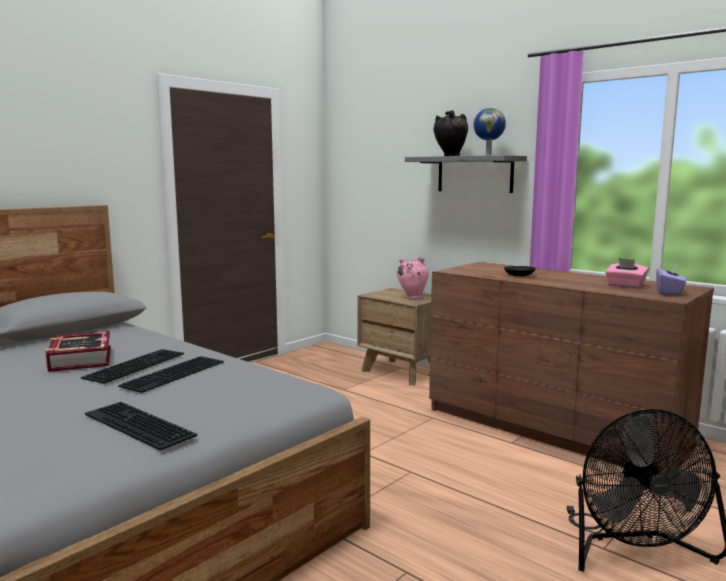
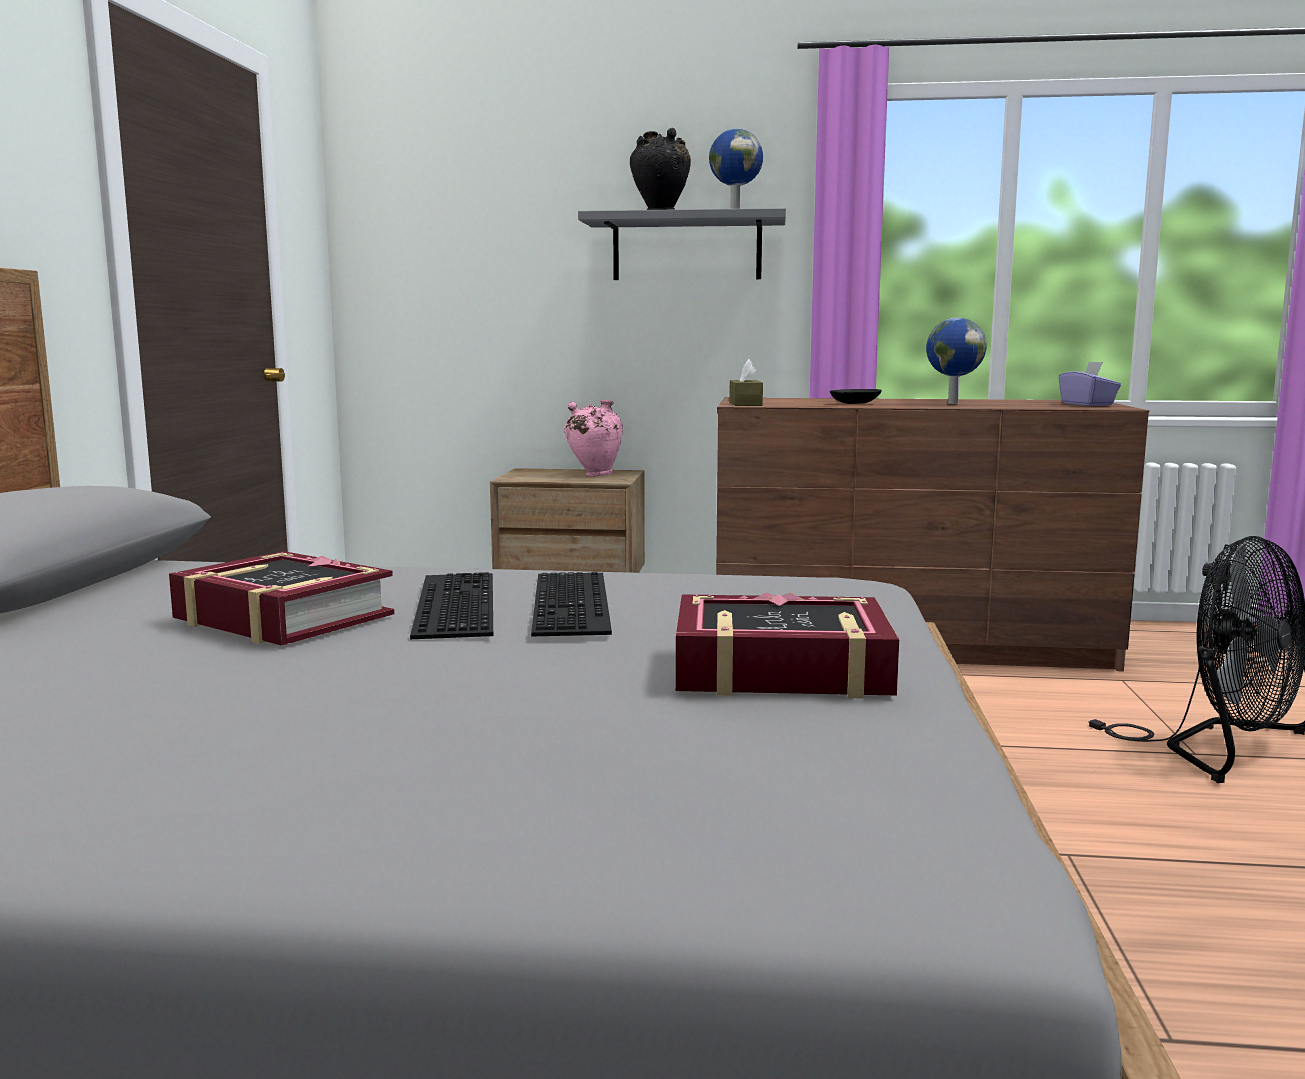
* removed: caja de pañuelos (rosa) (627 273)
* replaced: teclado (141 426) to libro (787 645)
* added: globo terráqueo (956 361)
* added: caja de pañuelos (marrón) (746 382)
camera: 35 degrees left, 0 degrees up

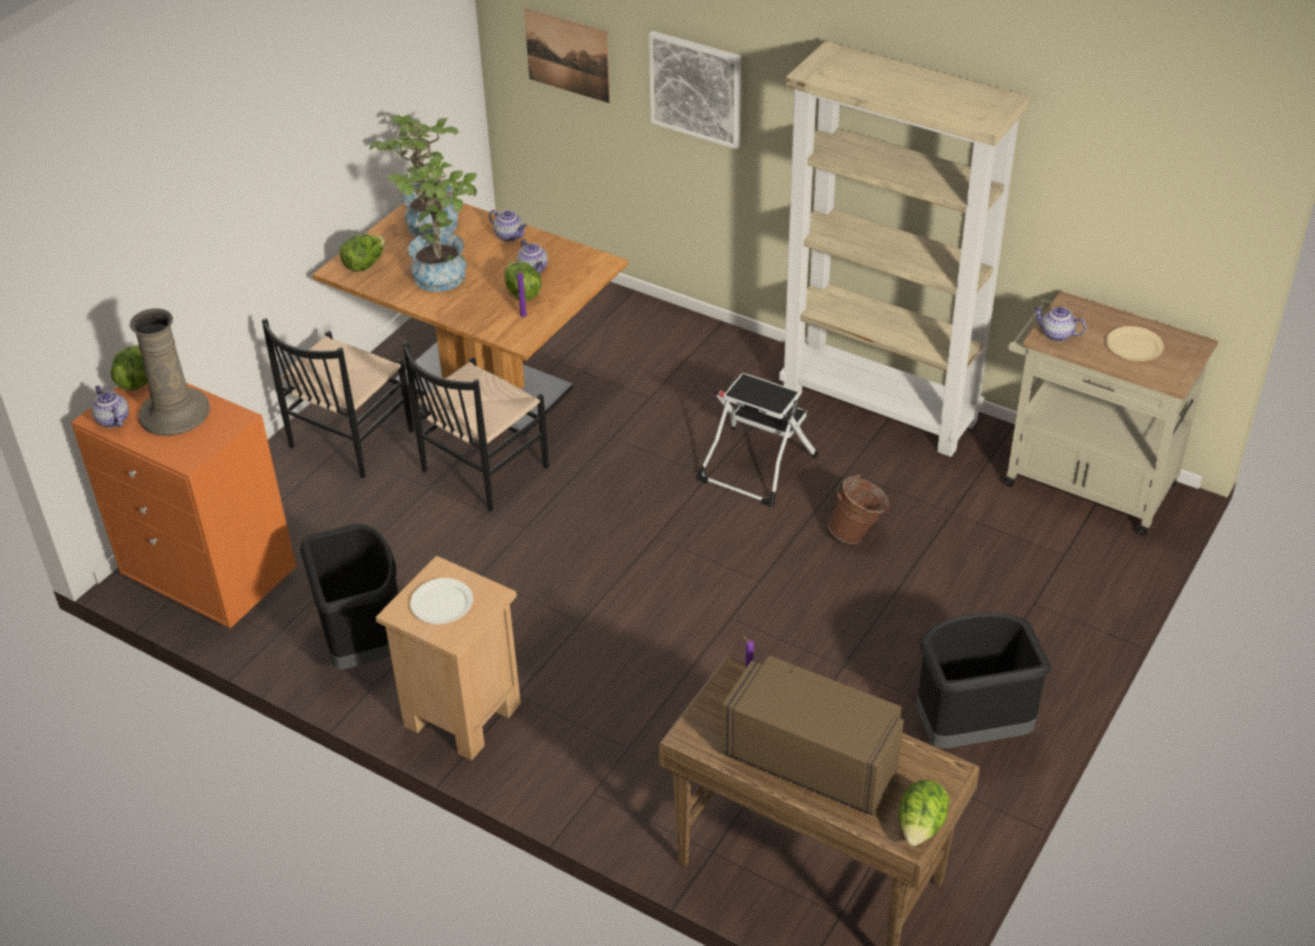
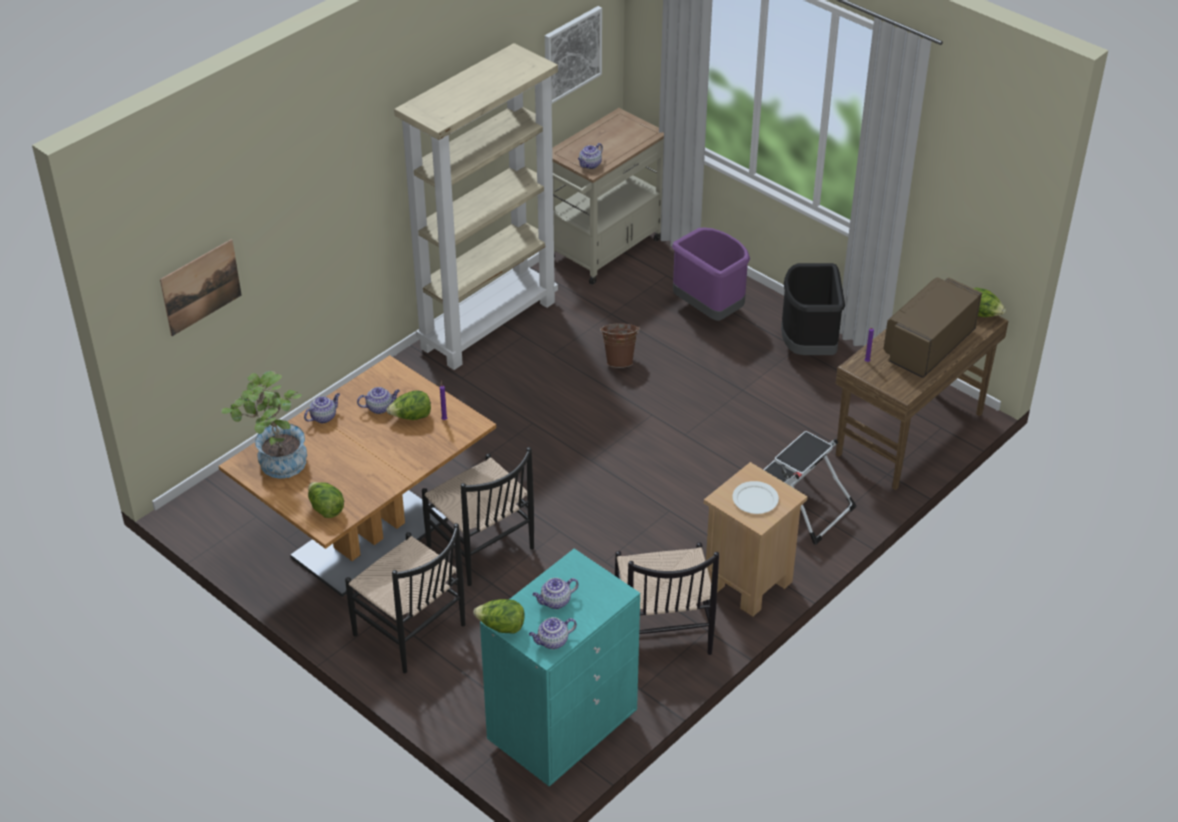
* moved: cuadro (695 90) to (573 55)
* removed: planta en maceta (432 224)
* replaced: florero (beis) (170 372) to tetera (555 593)
* removed: plato (beis) (1135 343)
* moved: escalera de tijera (757 440) to (810 488)
* recoloured: armario (naranja) (183 505) to armario (turquesa) (560 667)
* replaced: papelera (negro) (349 597) to silla (negro) (667 598)
* added: papelera (morado) (711 274)
camera: 80 degrees left, 0 degrees up

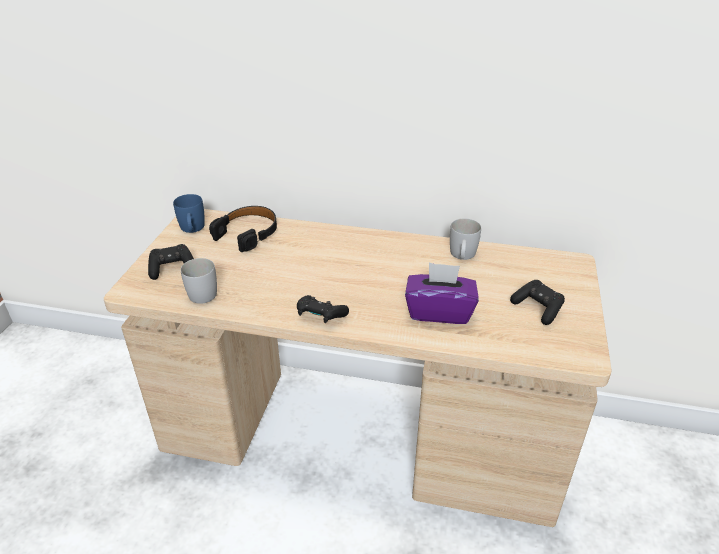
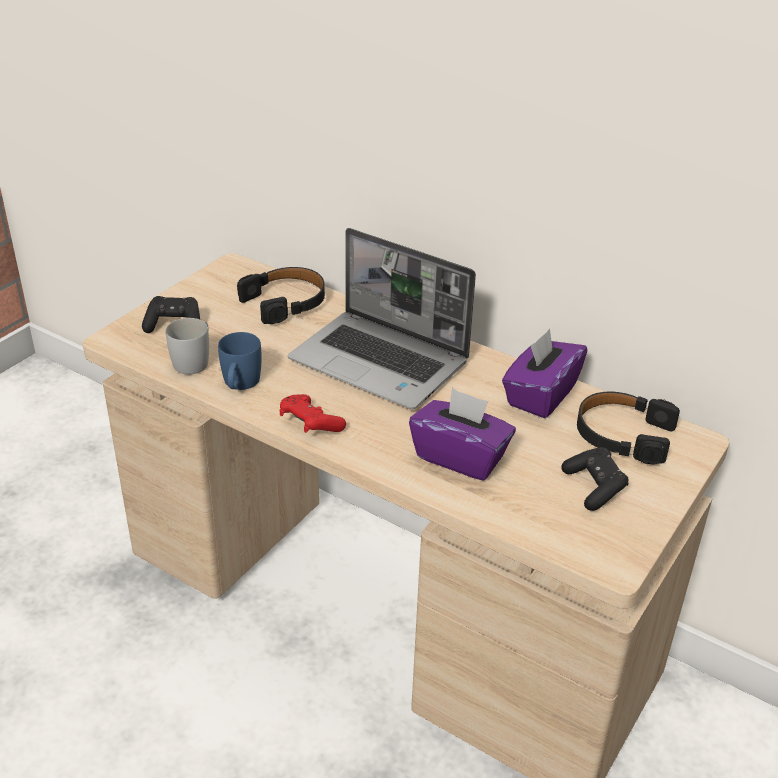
* moved: taza grande (azul) (189 213) to (240 361)
* replaced: taza grande (blanco) (465 239) to caja de pañuelos (morado) (545 373)
* recoloured: mando de consola (negro) (323 309) to mando de consola (rojo) (313 413)
* added: portátil (382 319)
* added: auriculares (negro) (628 428)
camera: 20 degrees right, 0 degrees up

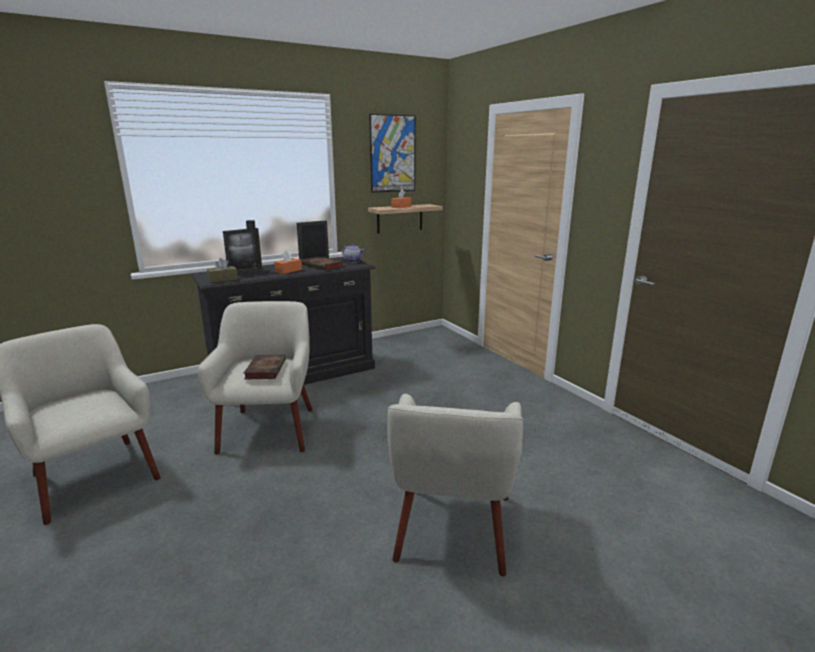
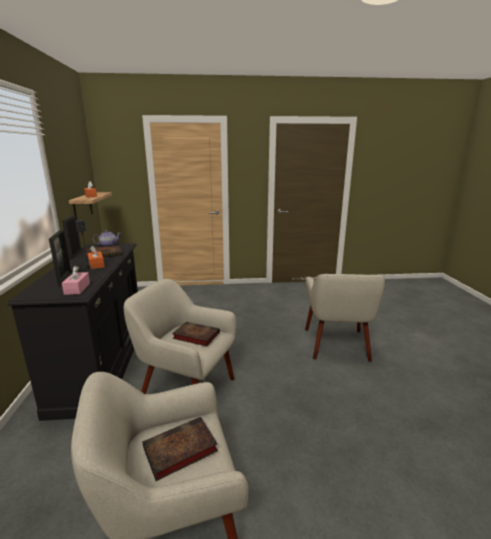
* removed: cuadro (392 153)
* recoloured: caja de pañuelos (marrón) (222 270) to caja de pañuelos (rosa) (76 280)
* turned: sillón (beis) (455 485) = (345 318) 60 degrees clockwise
* added: libro (180 449)
camera: 65 degrees left, 0 degrees up

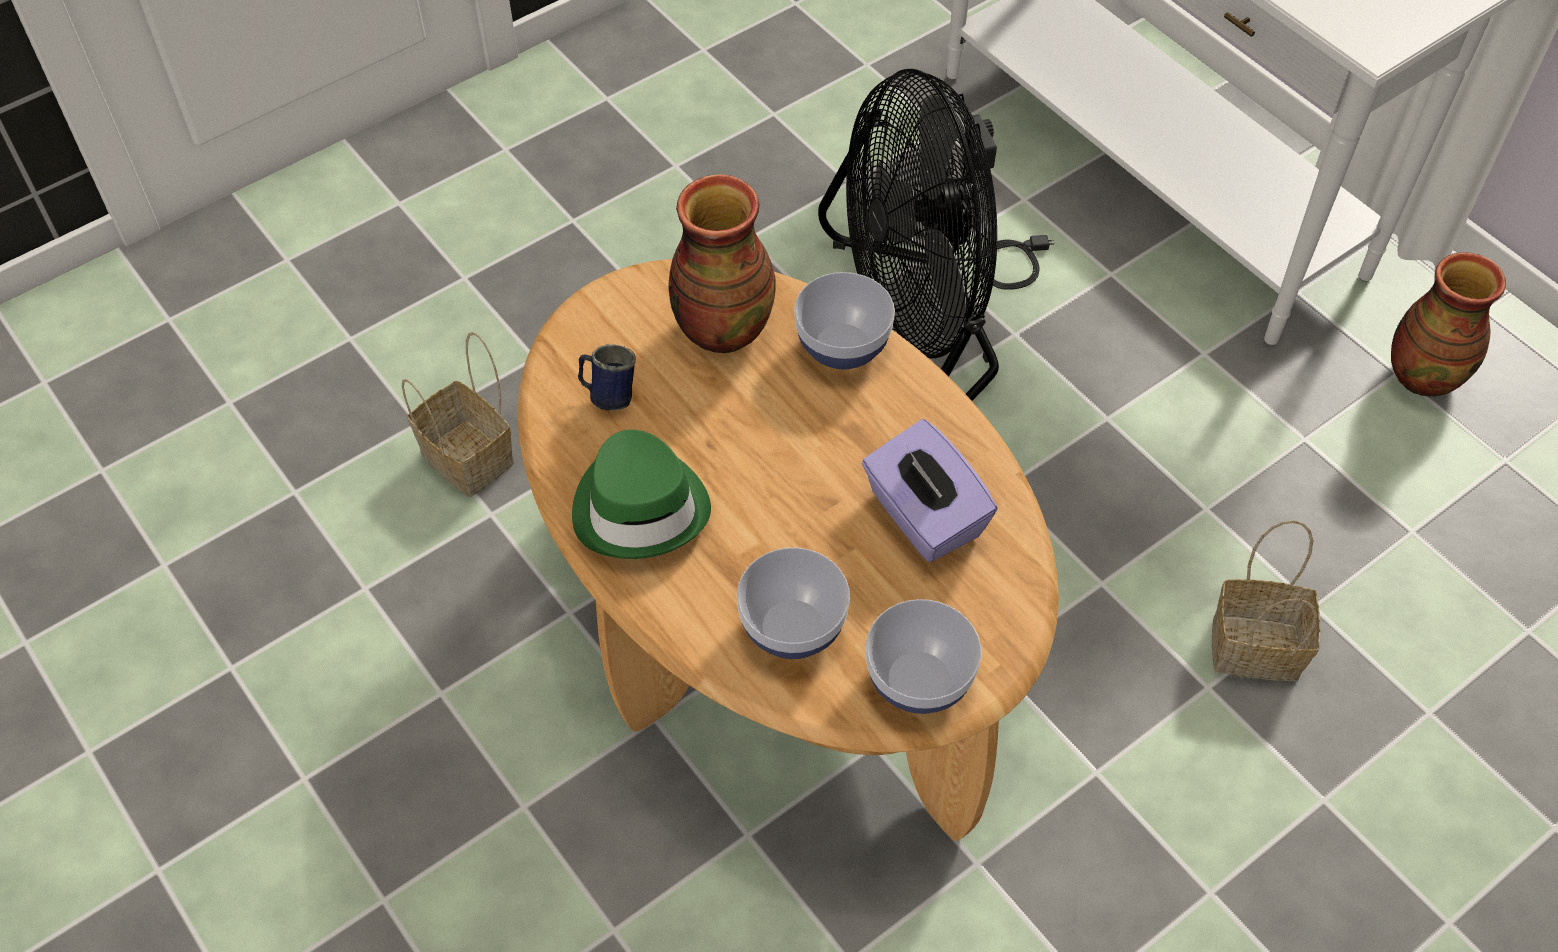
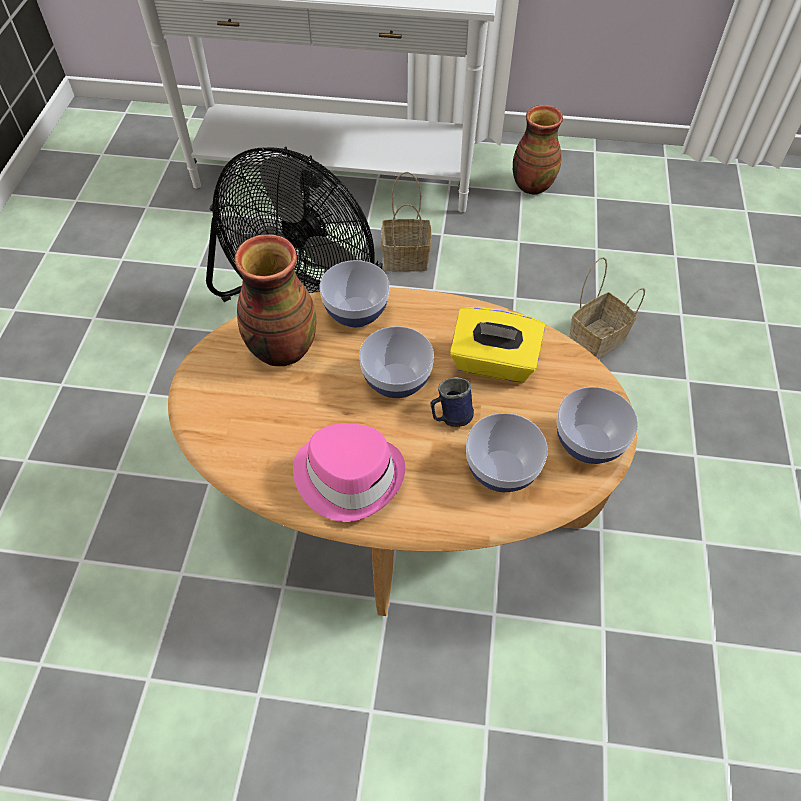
* moved: cesta (458 414) to (406 222)
* moved: taza grande (azul) (607 377) to (452 402)
* recoloured: caja de pañuelos (morado) (930 490) to caja de pañuelos (amarillo) (497 345)
* recoloured: sombrero (verde) (641 494) to sombrero (rosa) (349 472)
* added: cuenco (396 362)
camera: 45 degrees left, 0 degrees up

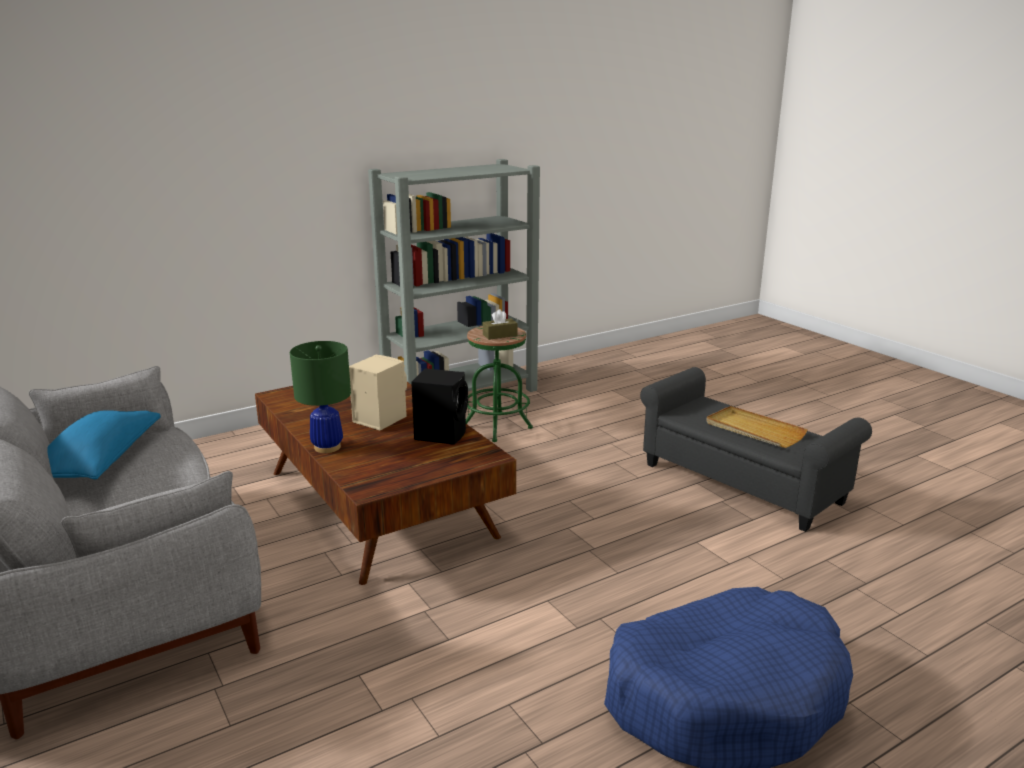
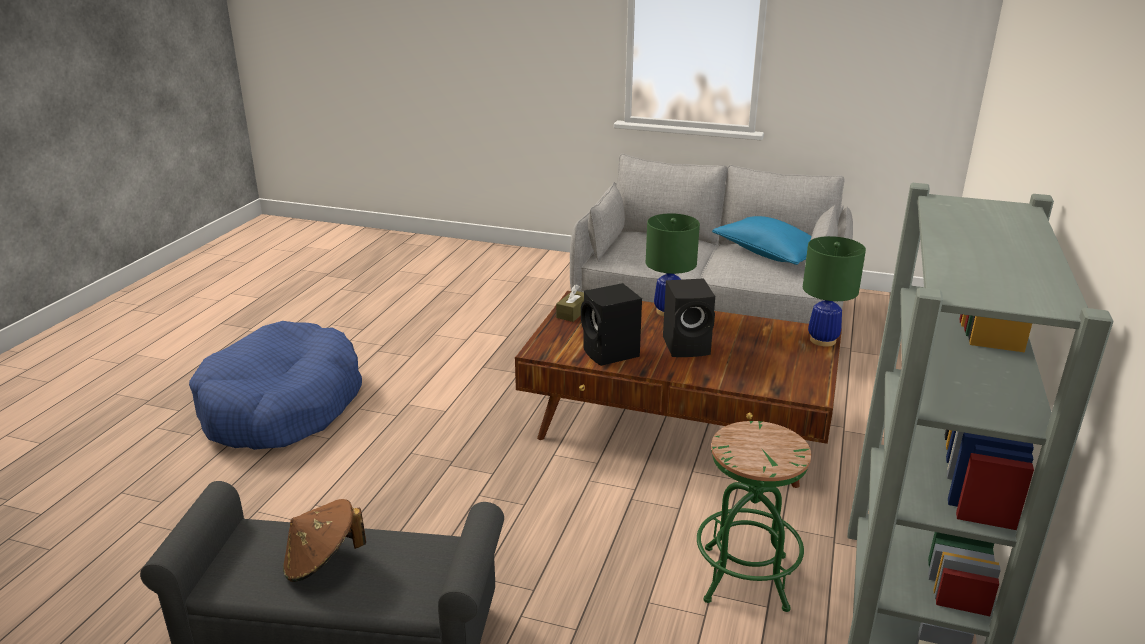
* moved: caja de pañuelos (marrón) (500 324) to (570 303)
* recoloured: altavoz (beis) (378 392) to altavoz (negro) (689 318)
* replaced: bandeja (beis) (757 427) to sombrero (marrón) (324 540)
* added: lámpara de mesa (verde) (834 291)
camera: 140 degrees right, 5 degrees up

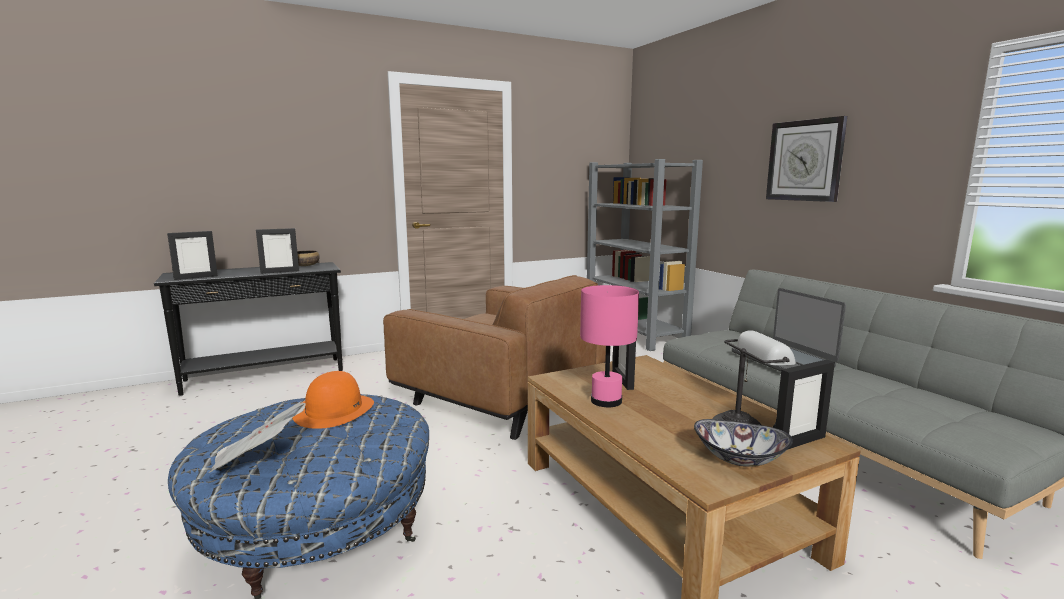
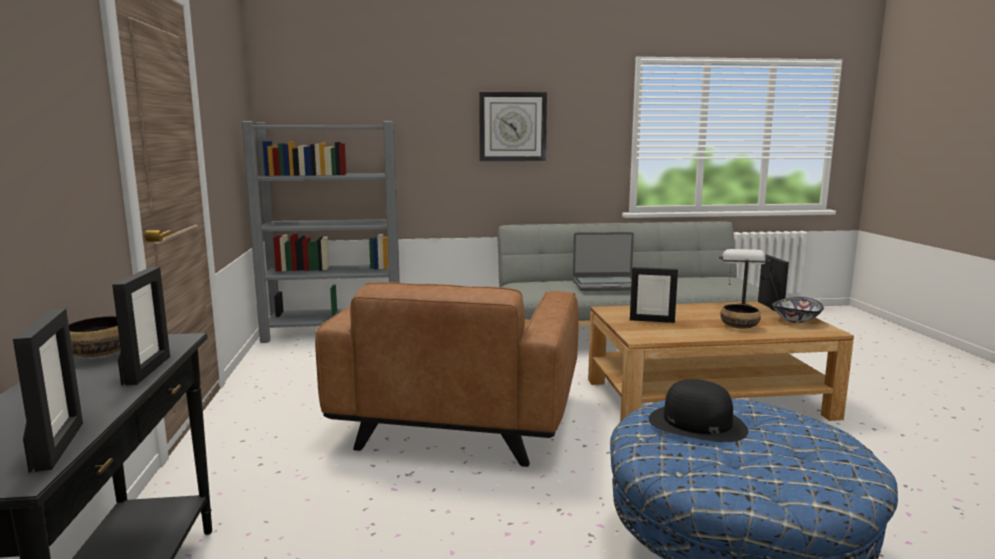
* turned: sillón (marrón) (494 357) = (447 374) 135 degrees clockwise
* removed: lámpara de mesa (rosa) (609 346)
* recoloured: sombrero (naranja) (333 400) to sombrero (negro) (698 410)
* removed: periódico (257 437)
* added: cuenco (740 316)
camera: 70 degrees left, 0 degrees up

